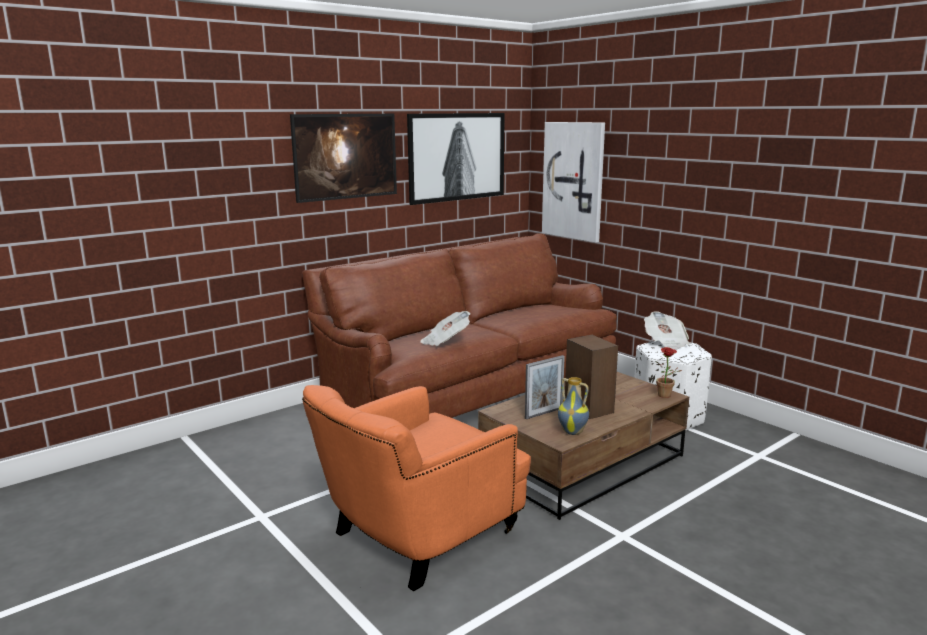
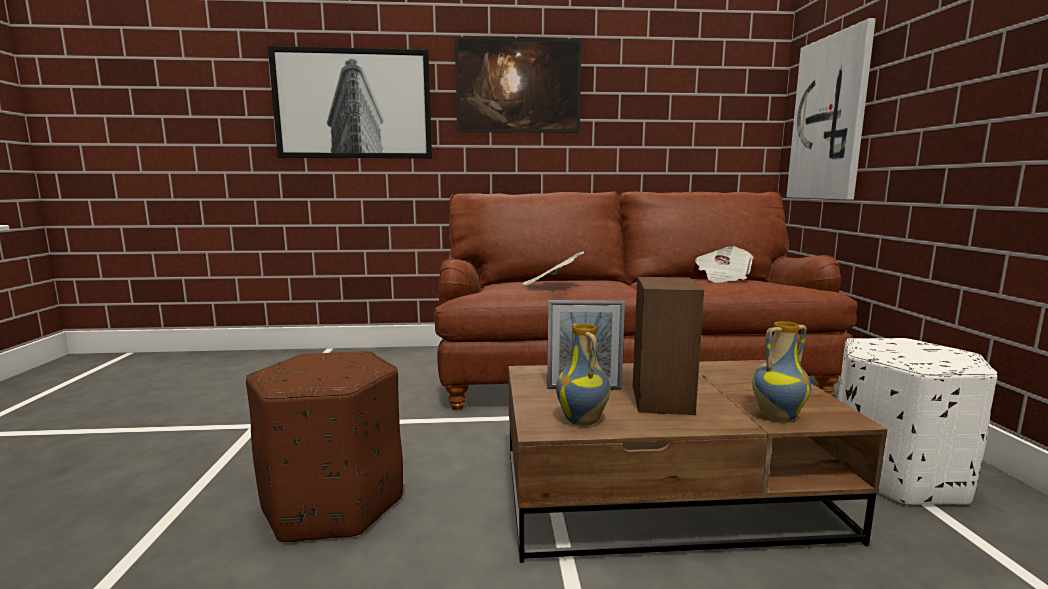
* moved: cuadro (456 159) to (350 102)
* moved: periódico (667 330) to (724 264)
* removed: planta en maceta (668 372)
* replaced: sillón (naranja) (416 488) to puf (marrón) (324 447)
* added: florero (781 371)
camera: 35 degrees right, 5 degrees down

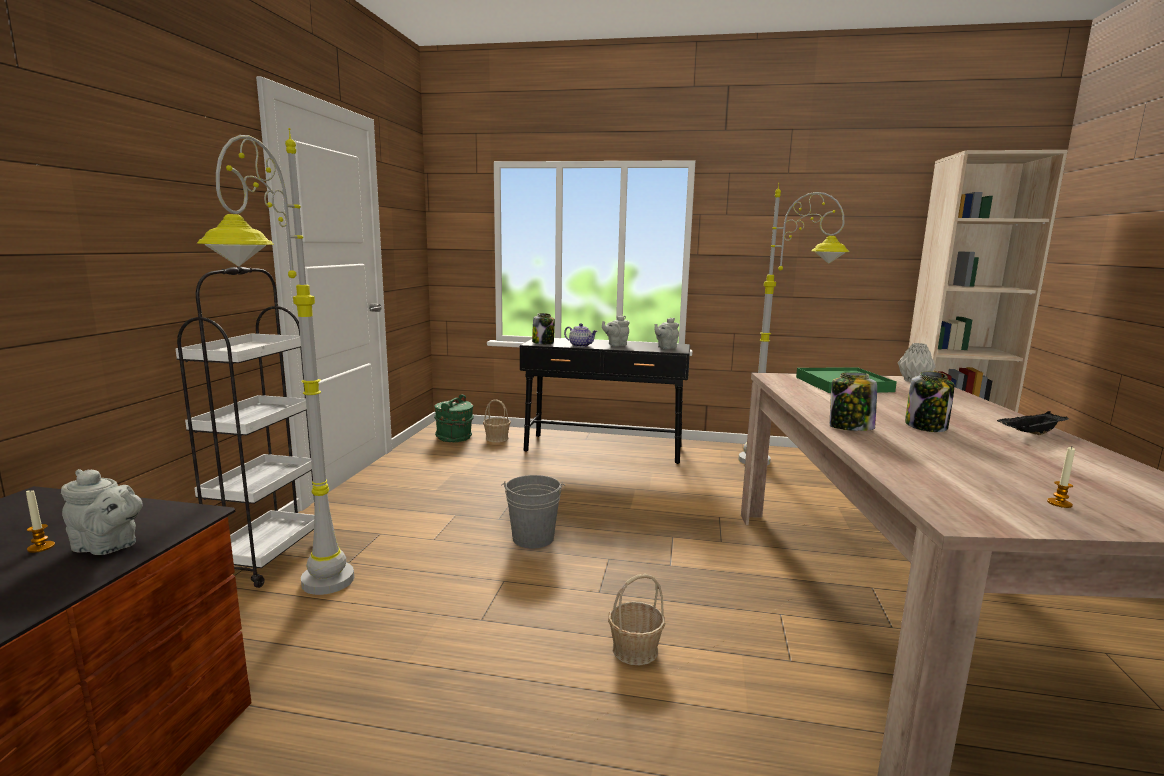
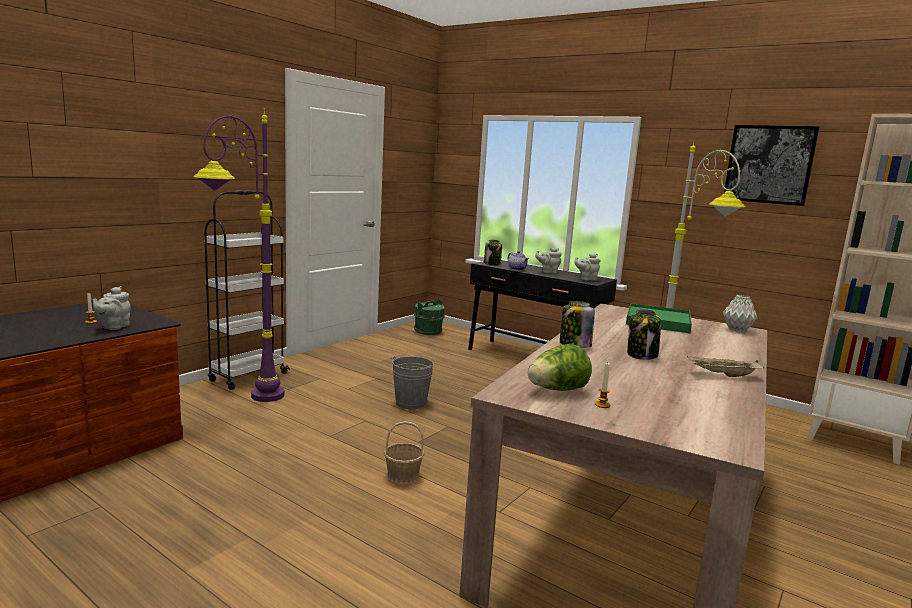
* recoloured: lámpara de pie (gris) (275 361) to lámpara de pie (morado) (238 255)
* removed: cesta (497 420)
* recoloured: bandeja (negro) (1033 423) to bandeja (beis) (725 366)
* turned: tetera (gris) (102 512) = (112 308) 60 degrees clockwise
* added: cuadro (772 165)
* added: lechuga (560 367)
camera: 25 degrees right, 0 degrees up

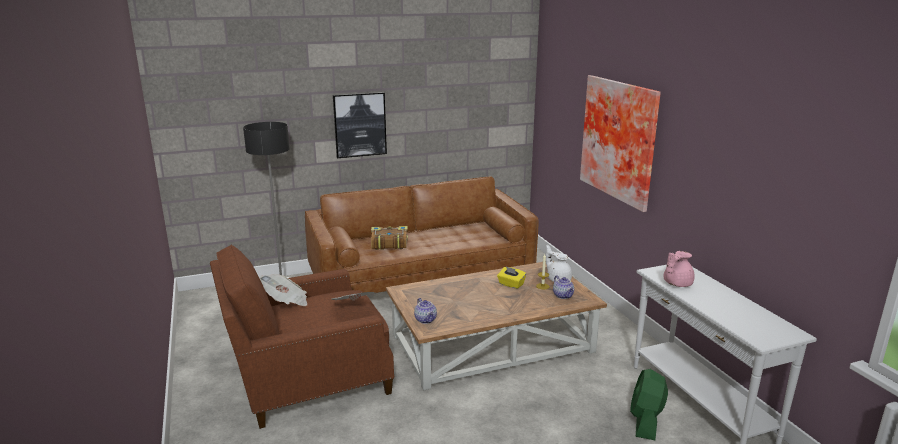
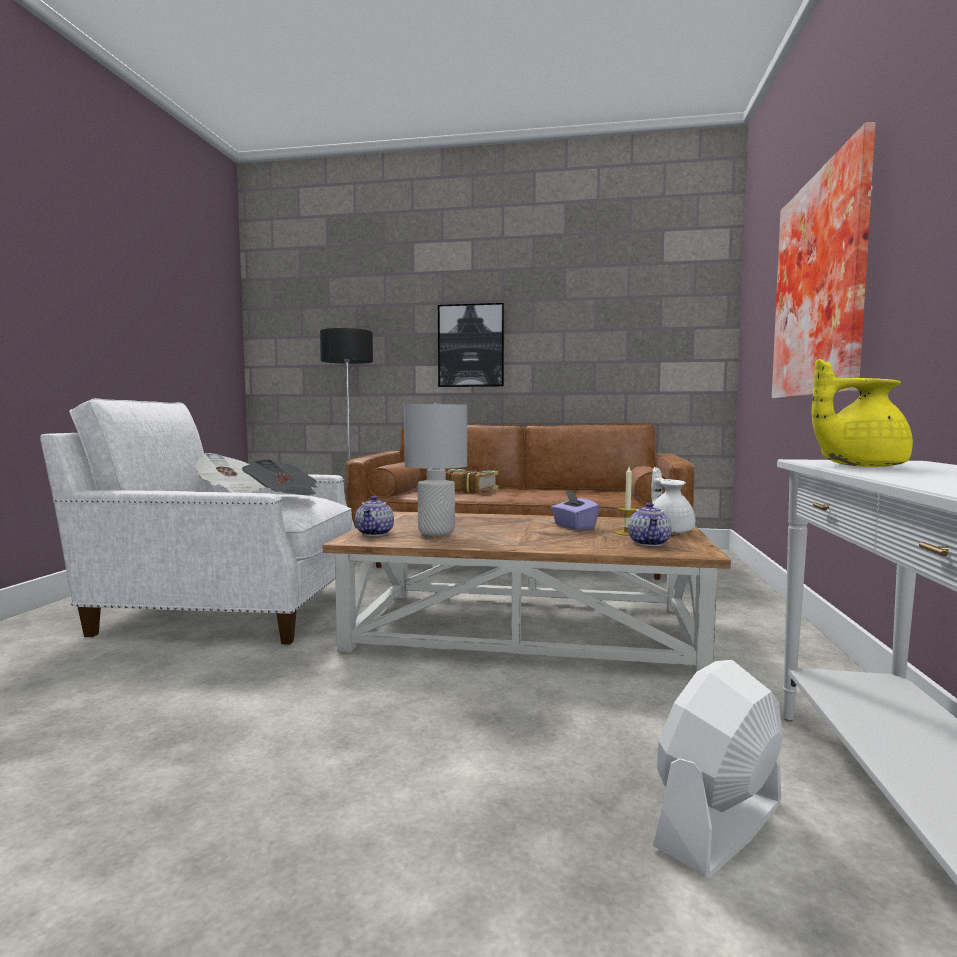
* recoloured: sillón (marrón) (302 336) to sillón (blanco) (198 521)
* recoloured: tetera (rosa) (679 269) to tetera (amarillo) (862 413)
* recoloured: caja de pañuelos (amarillo) (511 277) to caja de pañuelos (morado) (575 510)
* recoloured: ventilador (verde) (649 404) to ventilador (blanco) (718 769)
* added: lámpara de mesa (gris) (435 469)
camera: 30 degrees right, 15 degrees down

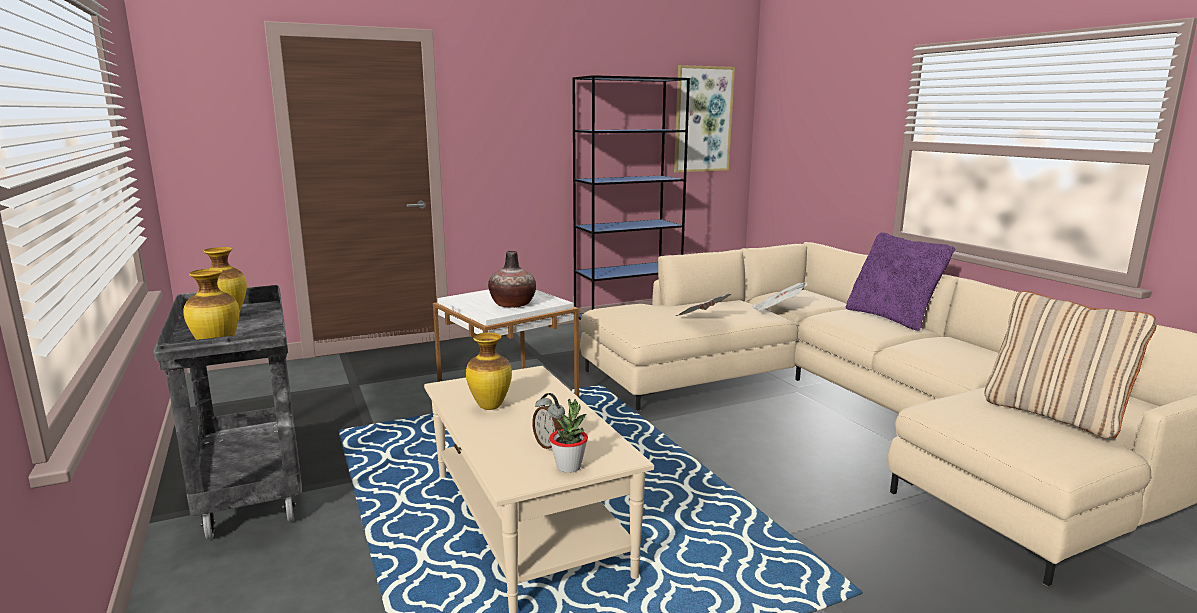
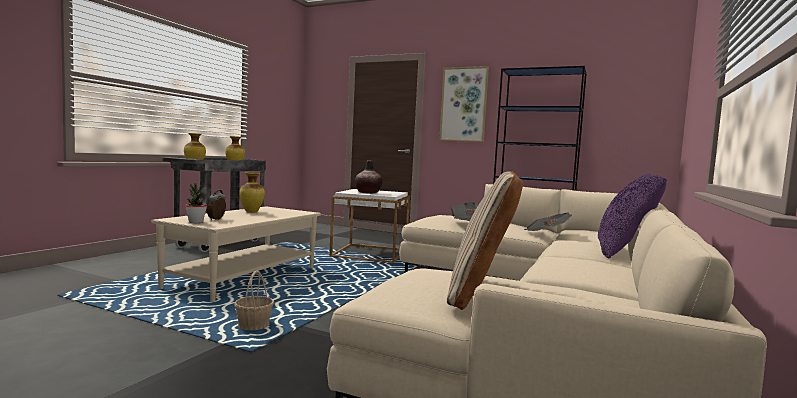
* moved: cuadro (704 119) to (464 104)
* added: cesta (254 300)
camera: 50 degrees right, 10 degrees down

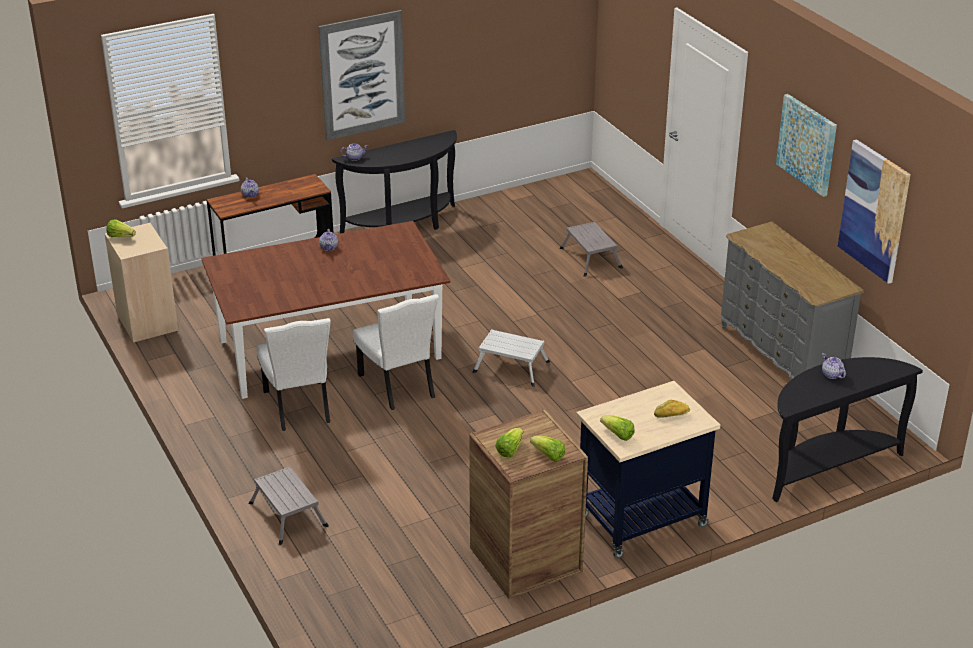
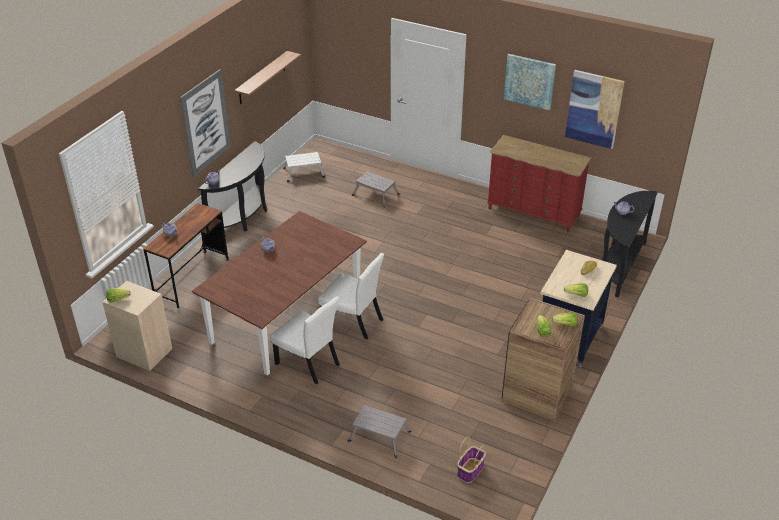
* recoloured: cómoda (gris) (792 300) to cómoda (rojo) (539 183)
* moved: escalera de tijera (blanco) (511 358) to (304 167)
* added: estante (267 77)
* added: cesta (471 460)
camera: 35 degrees left, 5 degrees up

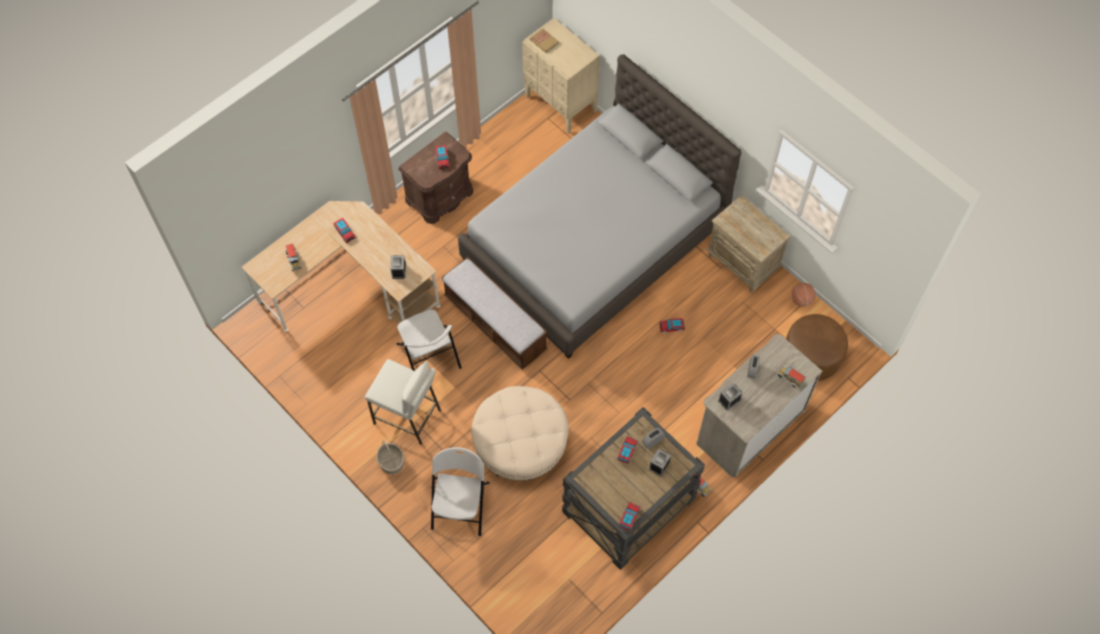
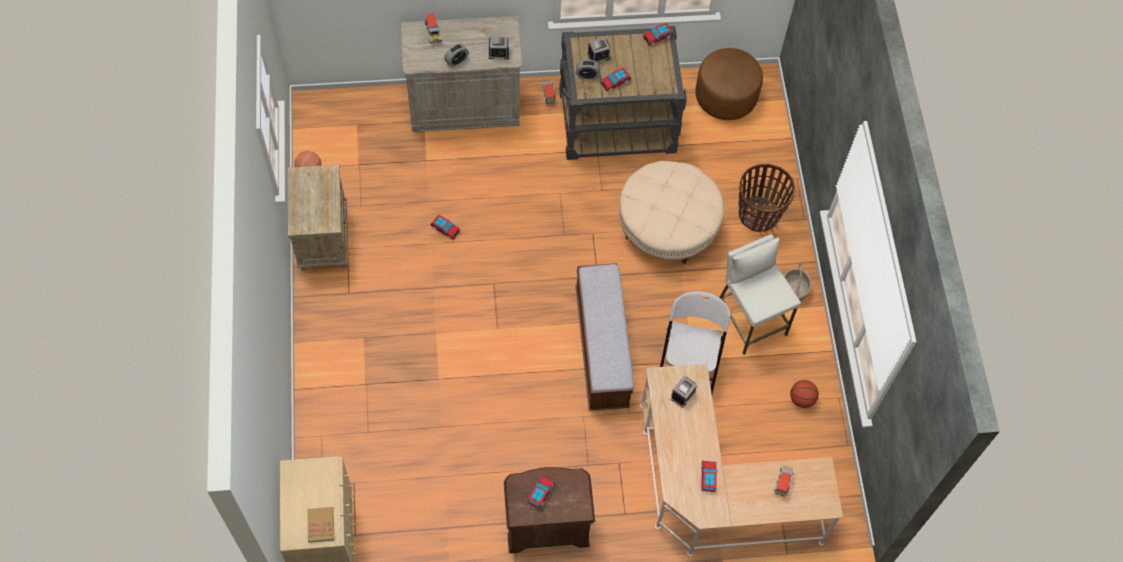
* removed: cama (gris) (600 206)
* moved: puf (marrón) (817 347) to (729 84)
* replaced: silla (blanco) (460 491) to cesta (767 198)
* added: balón de baloncesto (804 394)
camera: 145 degrees left, 0 degrees up

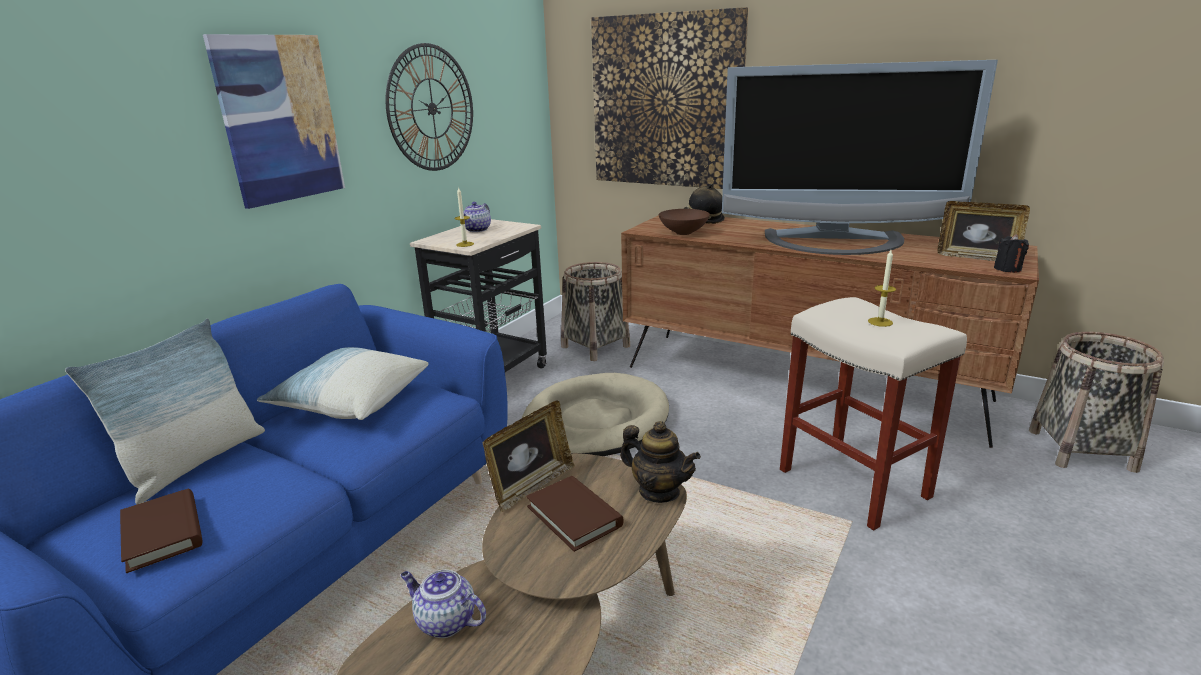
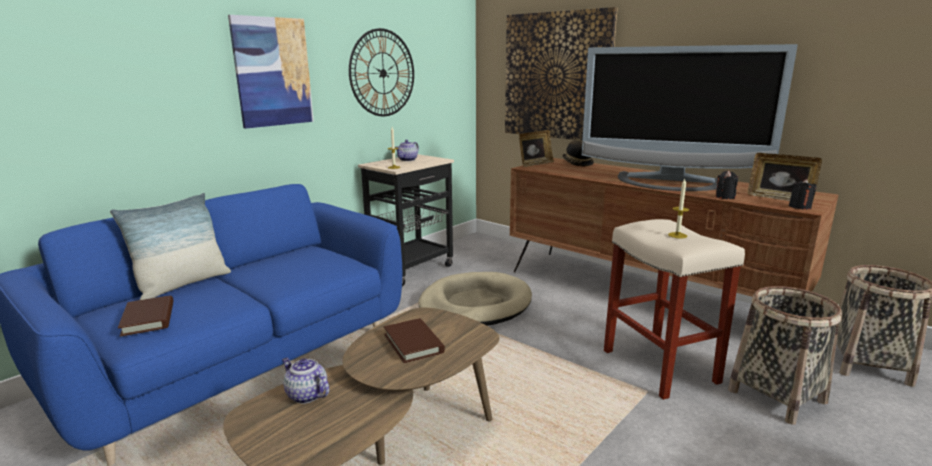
* removed: cuenco (marrón) (684 222)
* moved: cesta (595 311) to (785 355)
* removed: cojín (343 383)
* moved: portarretratos (529 456) to (536 148)
* removed: tetera (660 462)
* added: vela (negro) (727 185)
camera: 10 degrees right, 5 degrees down

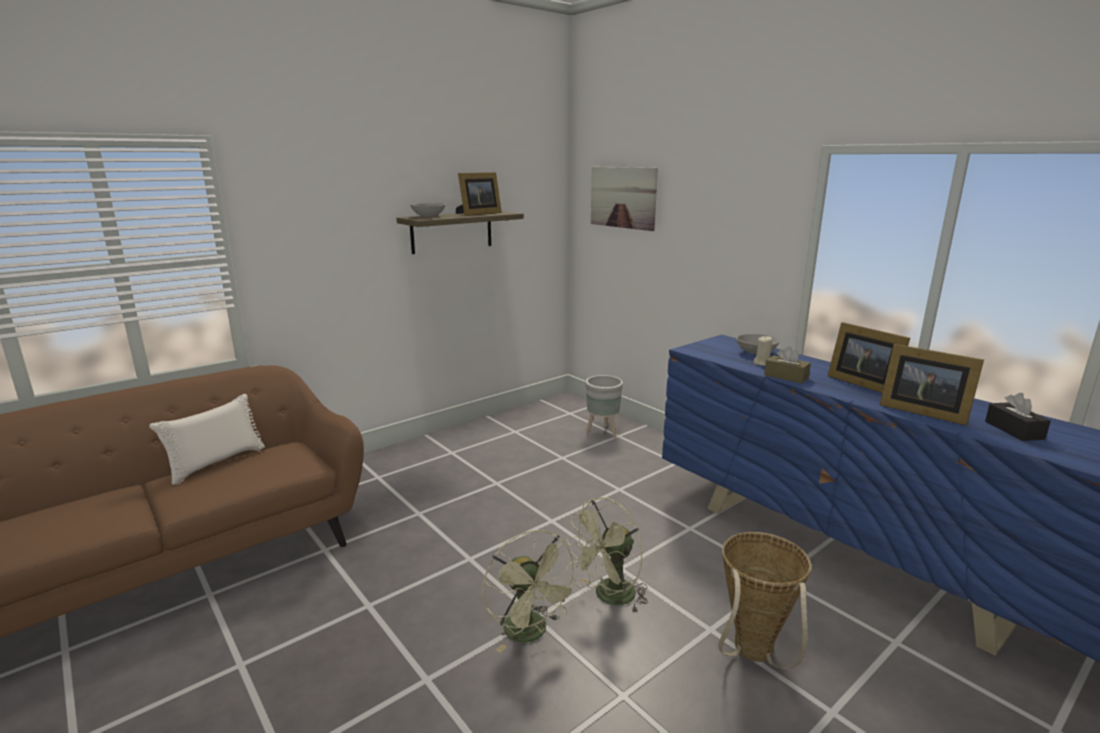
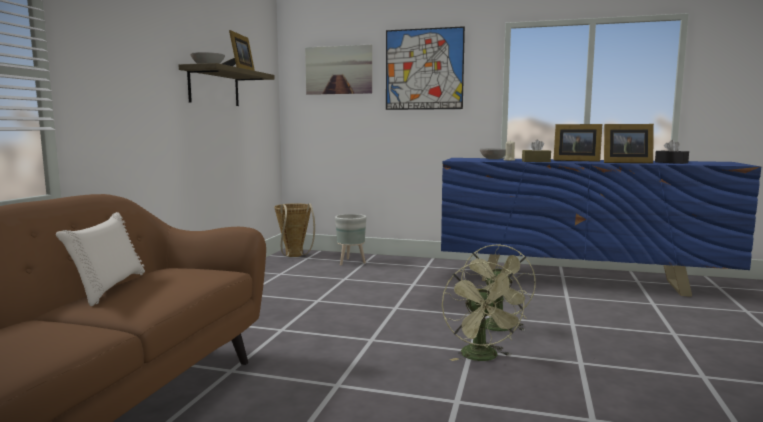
* turned: ventilador (verde) (531 591) = (484 311) 60 degrees clockwise
* moved: cesta (764 600) to (294 230)
* added: cuadro (425 68)
camera: 35 degrees left, 10 degrees down

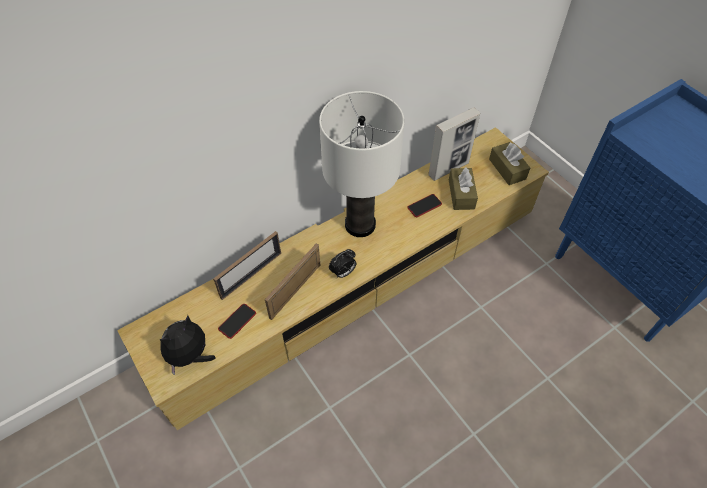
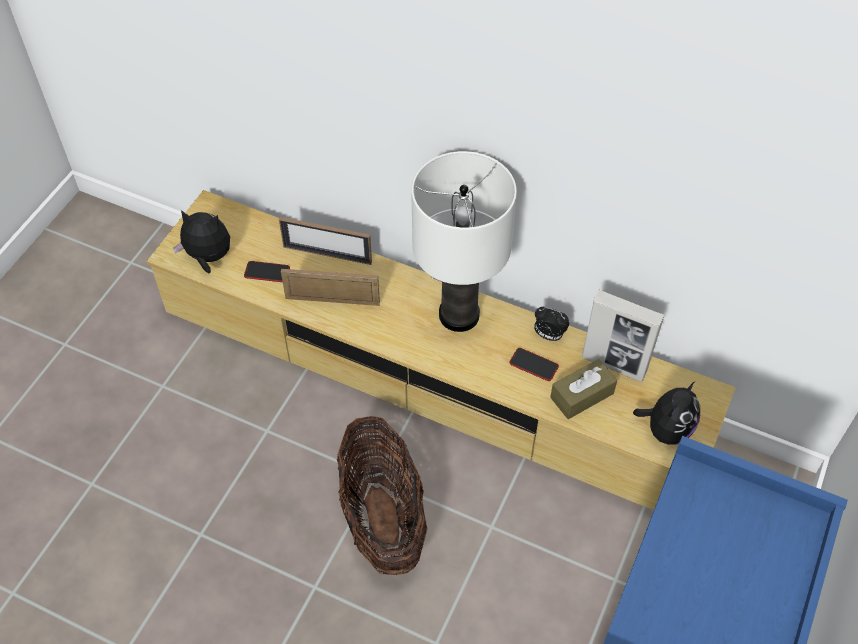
* replaced: caja de pañuelos (marrón) (509 163) to peluche (666 413)
* moved: despertador (342 263) to (551 324)
* added: cesta (382 496)
camera: 60 degrees right, 0 degrees up

